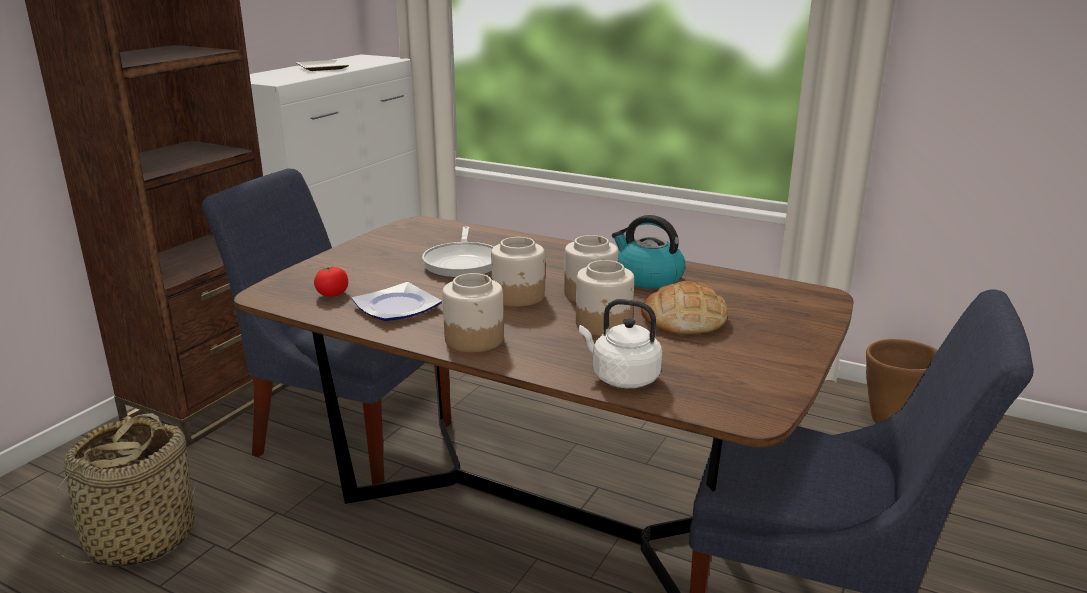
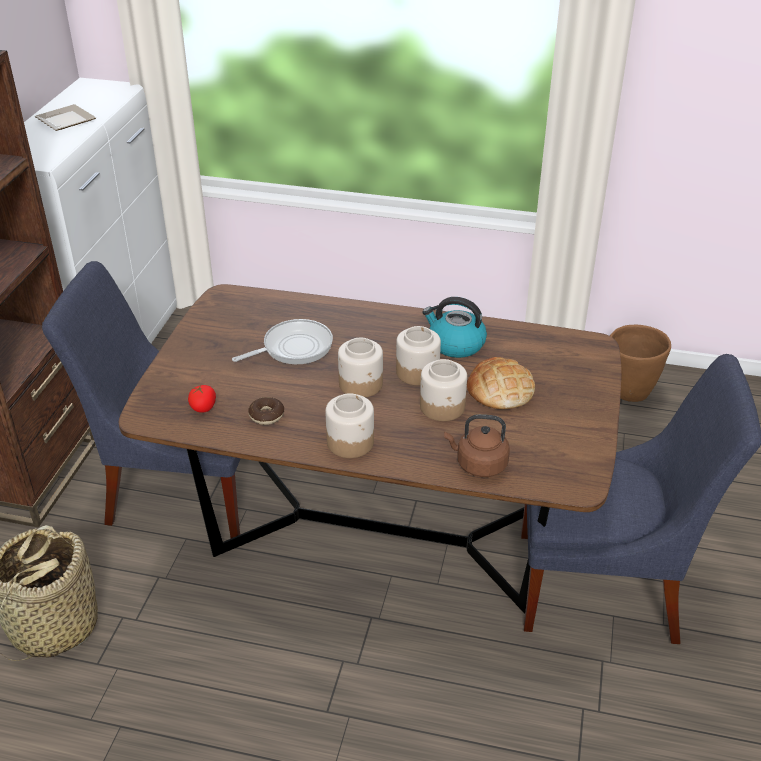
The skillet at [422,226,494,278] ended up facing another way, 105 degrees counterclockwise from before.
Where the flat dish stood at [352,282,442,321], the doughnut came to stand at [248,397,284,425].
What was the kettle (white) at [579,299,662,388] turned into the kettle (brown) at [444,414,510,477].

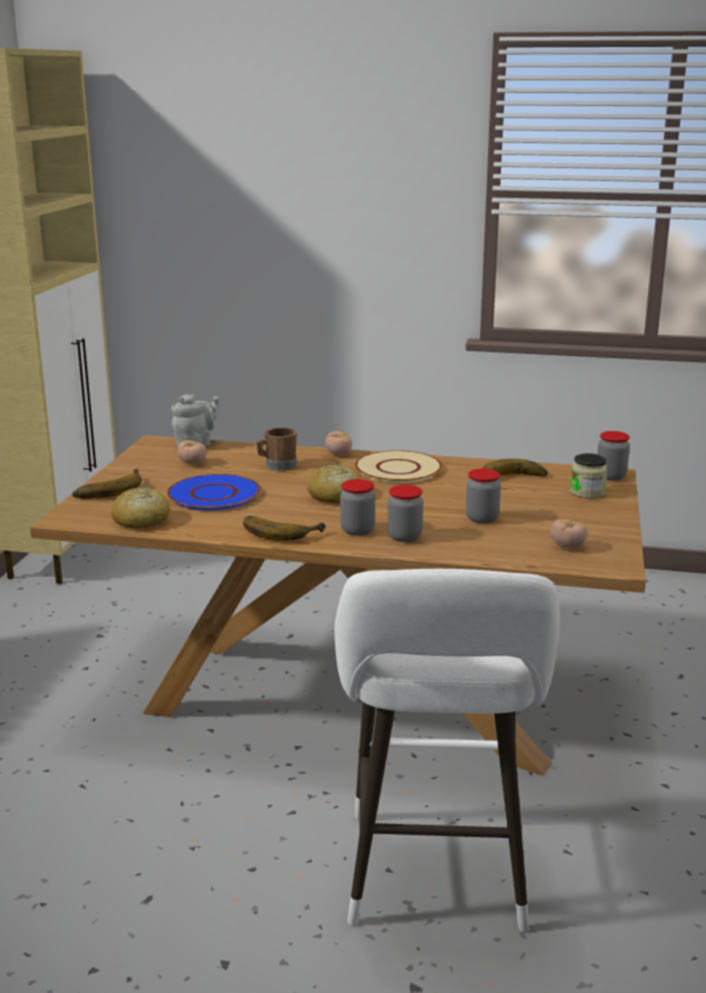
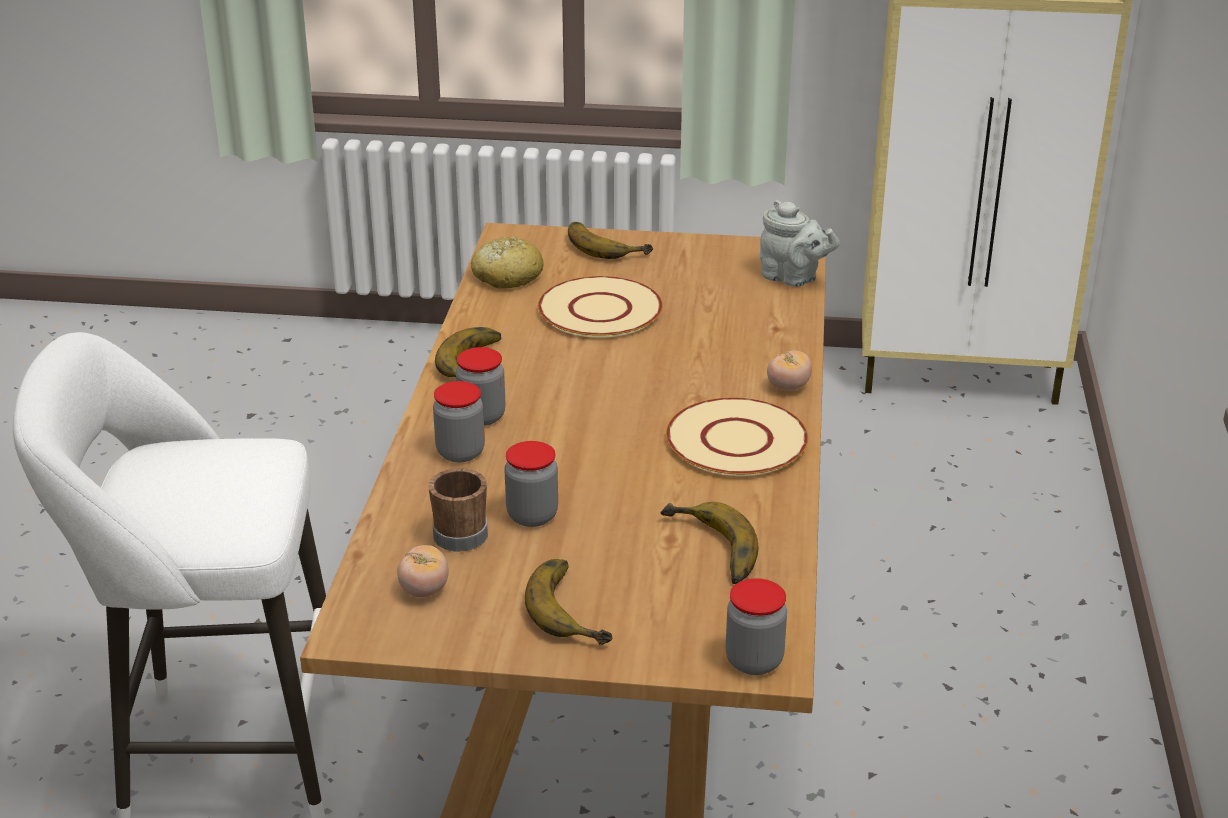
The tea mug (brown) ended up elsewhere, having gone from [256,427,297,471] to [429,468,488,552].
The second view lost the fresh tomato at [178,440,207,465].
The second view lost the storage jar at [570,453,608,499].
The second view lost the baked bread at [307,464,360,503].
What was the flat dish (blue) at [167,474,261,511] turned into the flat dish (beige-coloured) at [538,276,663,338].
The second view gained the banana at [525,559,612,645].

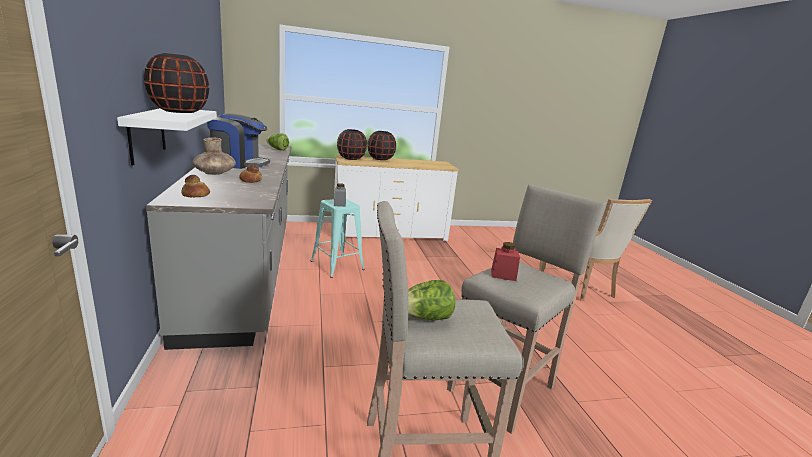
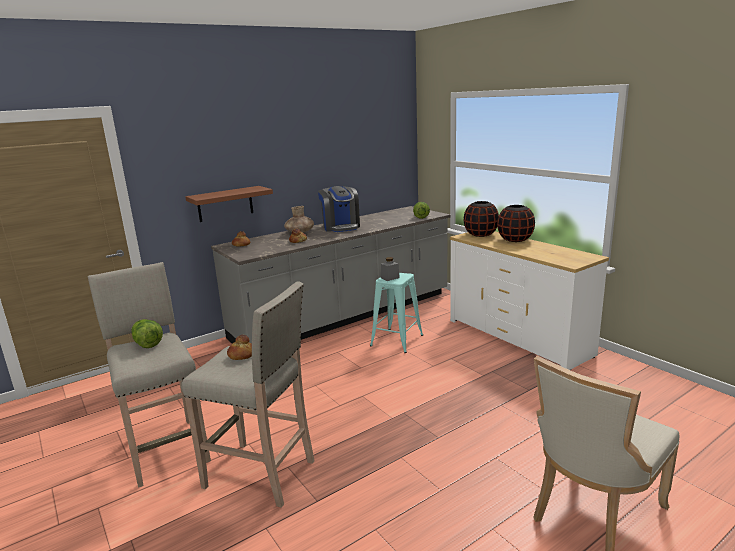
The second view lost the decorative vase (blackish) at [144,53,209,113].
What was the shelf (white) at [117,108,217,165] turned into the shelf (brown) at [185,186,273,222].
Where the storage jar (red-coloured) stood at [491,242,520,281], the baked bread came to stand at [227,335,252,360].

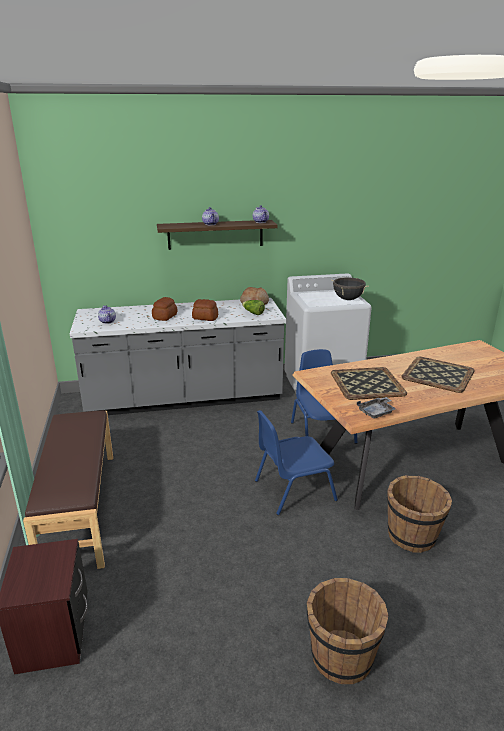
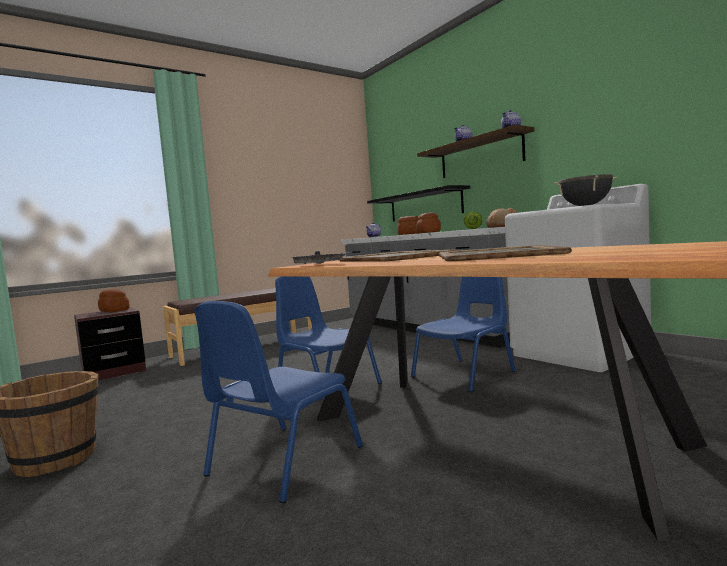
Where the pail (brown) stood at [387,475,452,553], the chair (blue) came to stand at [194,301,363,503].
The second view gained the shelf (blackish) at [367,185,470,222].
The second view gained the baked bread at [98,289,130,312].

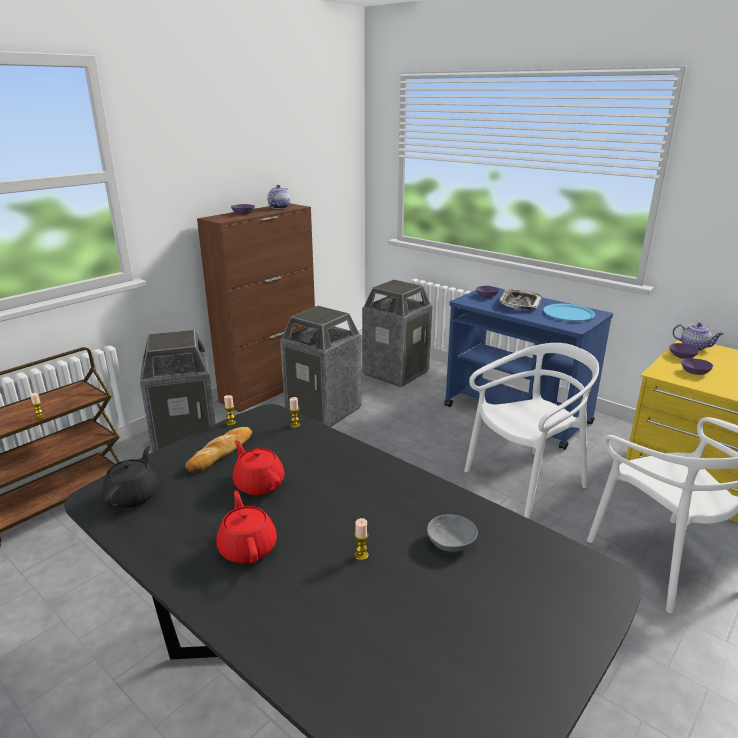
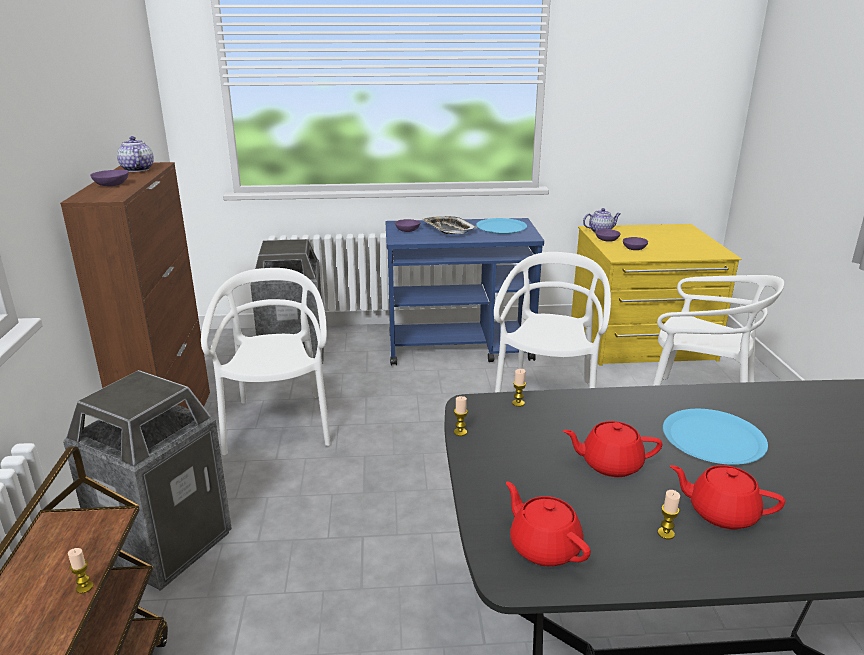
Where the waste bin stood at [280,306,362,427], the chair (white) came to stand at [201,268,331,455].
The second view lost the baked bread at [185,427,252,473].
What was the tea pot (blackish) at [102,446,158,508] turned into the tea pot (red-coloured) at [506,482,591,566].
The second view lost the serving bowl (gray) at [427,514,478,552].
The wax candle ended up elsewhere, having gone from [354,518,369,561] to [657,490,680,539].
The second view gained the flat dish (blue) at [663,409,768,465].

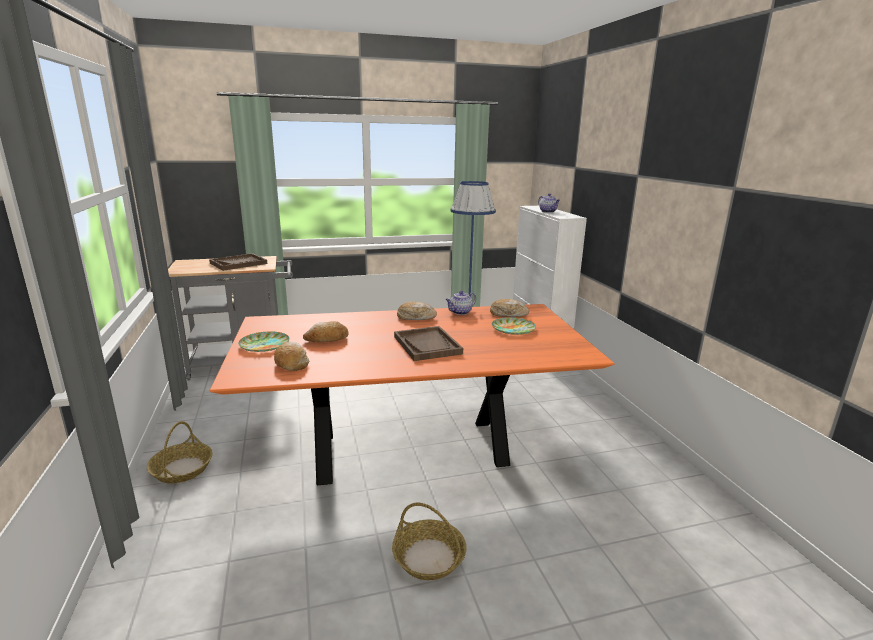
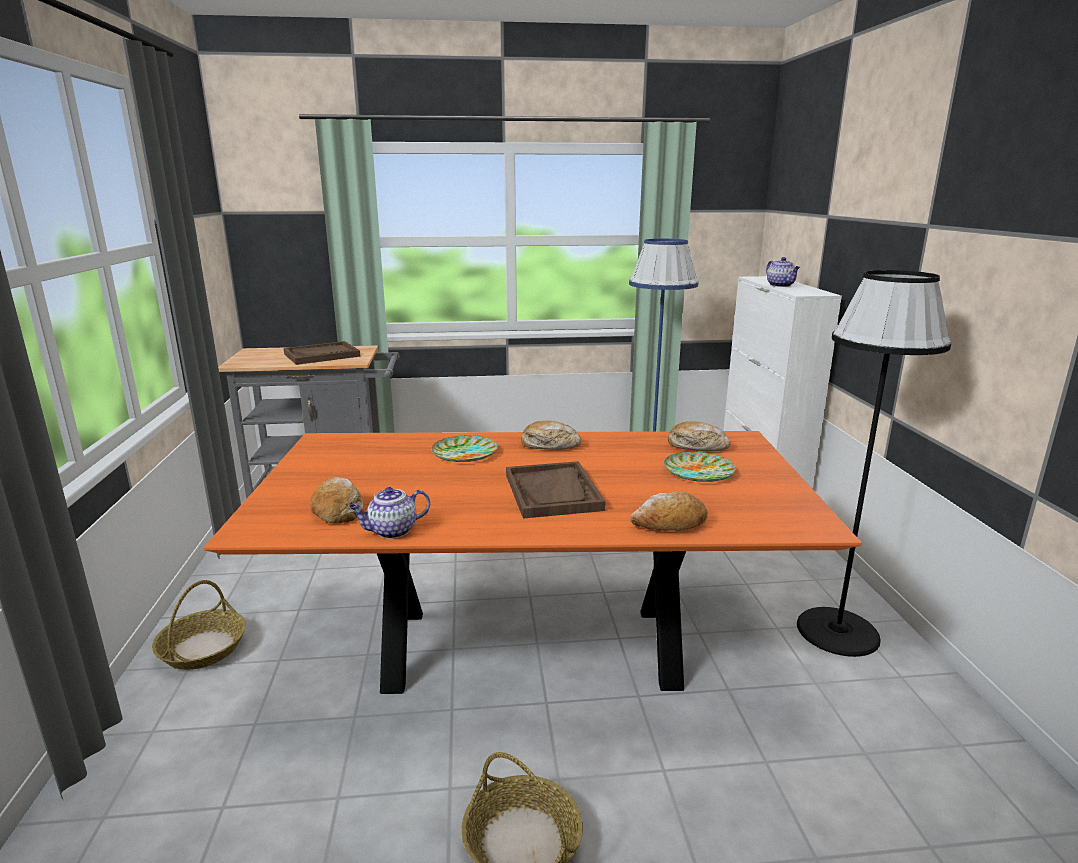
The tea pot ended up elsewhere, having gone from [446,291,476,315] to [349,487,430,539].
The baked bread ended up elsewhere, having gone from [303,321,349,342] to [630,491,708,531].
The flat dish ended up elsewhere, having gone from [238,331,290,352] to [431,435,498,462].
The second view gained the standing lamp (blackish) at [797,270,951,657].

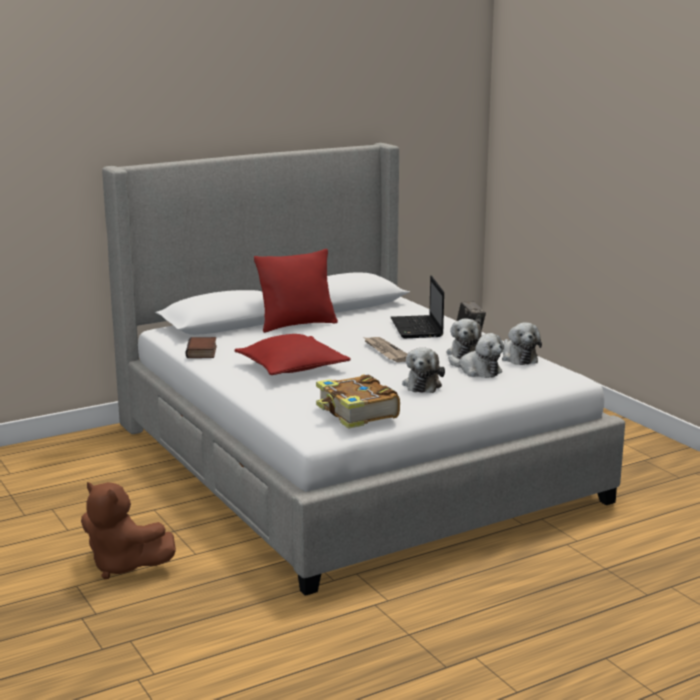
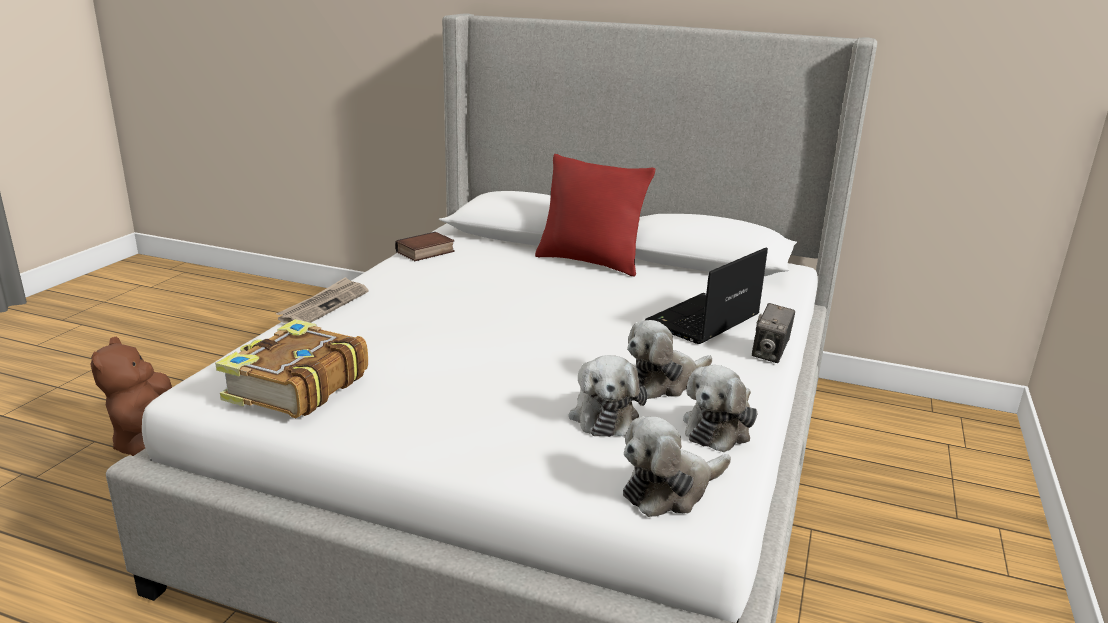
The second view lost the cushion (red-coloured) at [235,334,351,375].
The newspaper ended up elsewhere, having gone from [364,337,408,362] to [276,277,368,324].
The plush toy ended up elsewhere, having gone from [402,347,445,393] to [623,416,731,517].

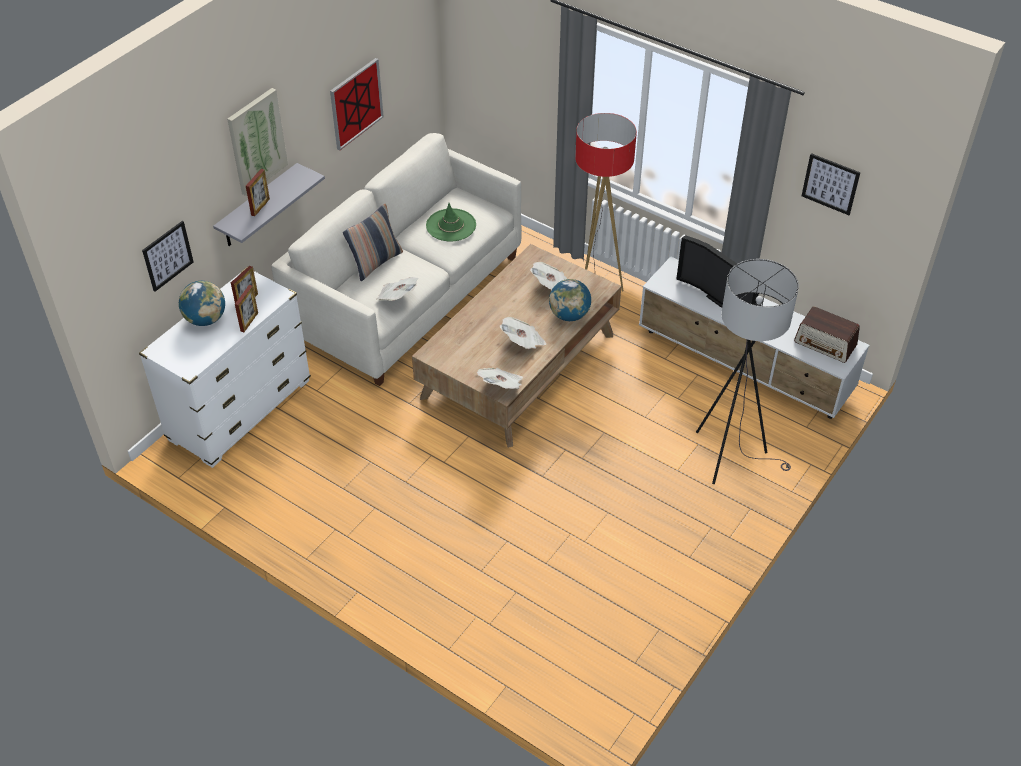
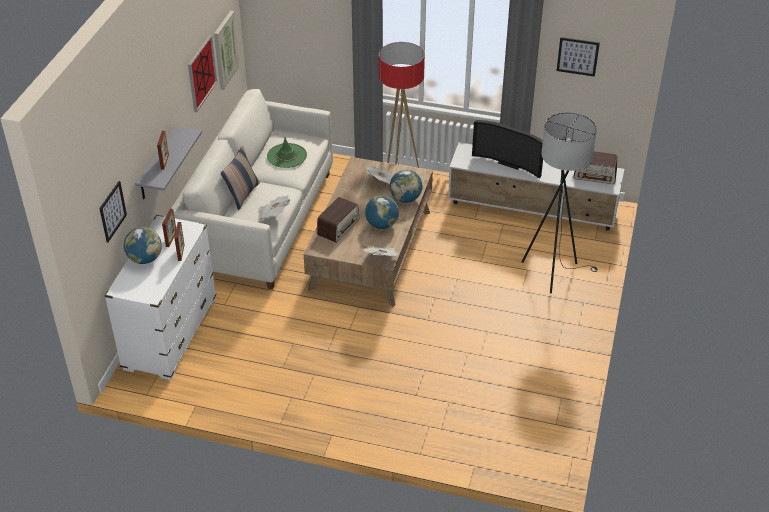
The picture ended up elsewhere, having gone from [227,88,288,196] to [214,11,240,90].
Where the newspaper stood at [499,317,547,349], the world globe came to stand at [365,195,399,229].
The second view gained the radio receiver at [317,197,359,243].

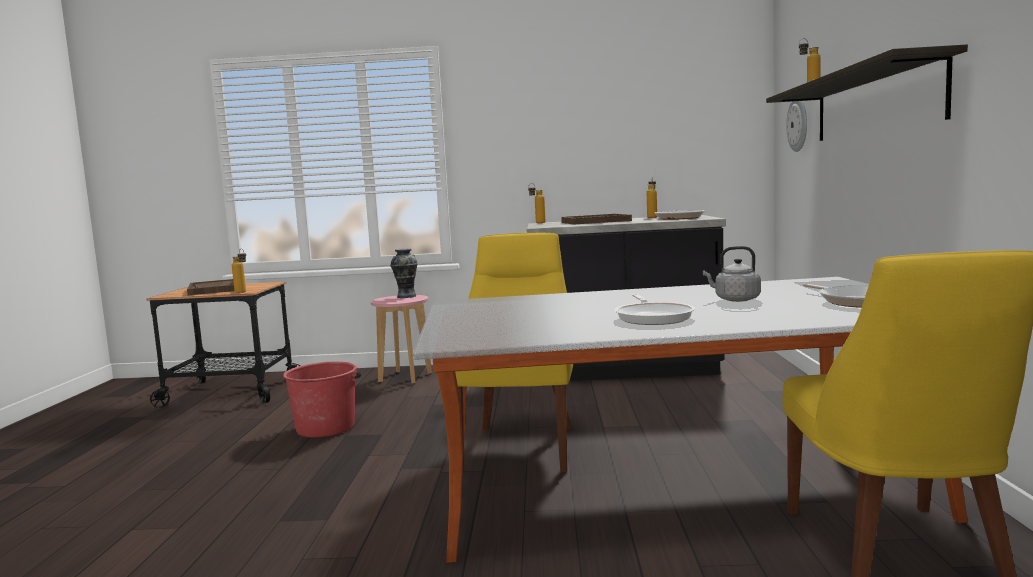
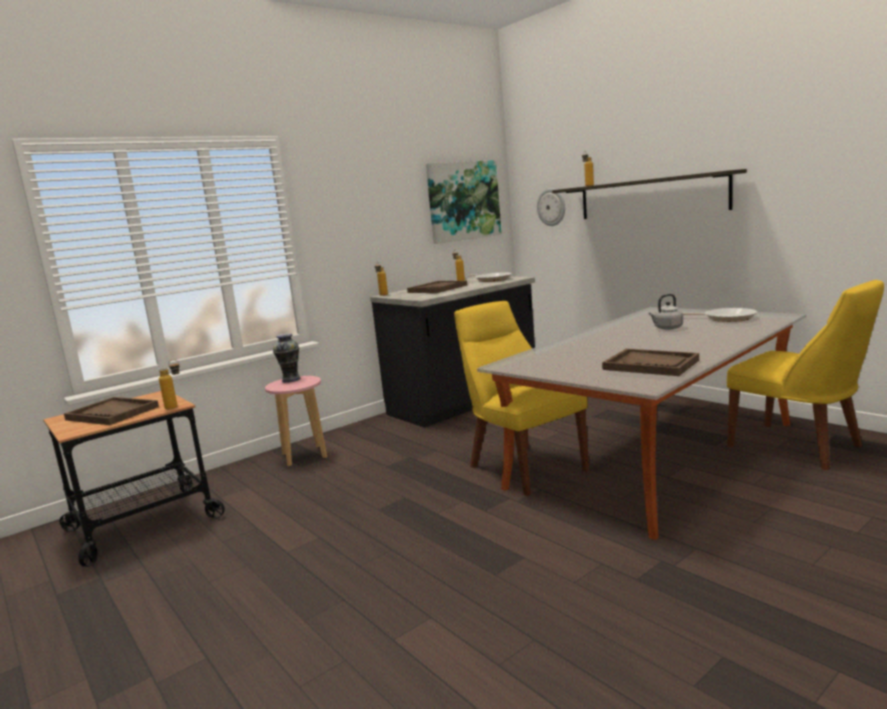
The second view lost the skillet at [615,294,695,325].
The second view lost the pail (red-coloured) at [283,361,361,437].
The second view gained the picture at [426,160,502,244].
The second view gained the serving tray (brown) at [602,349,699,376].

